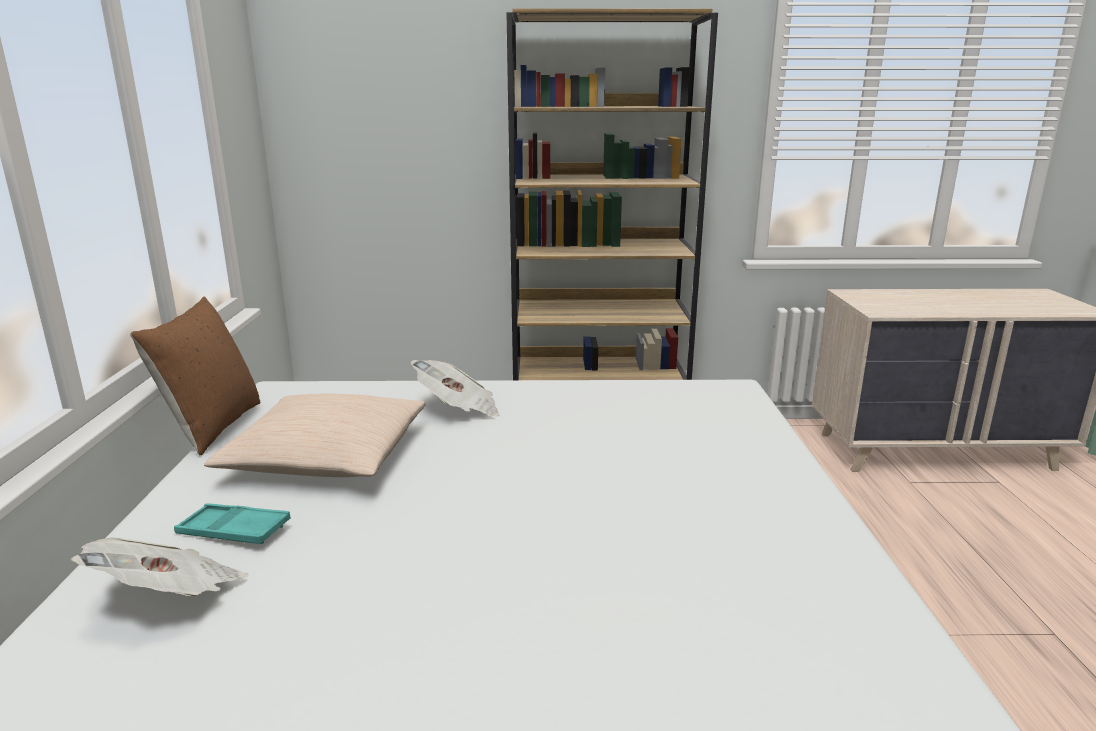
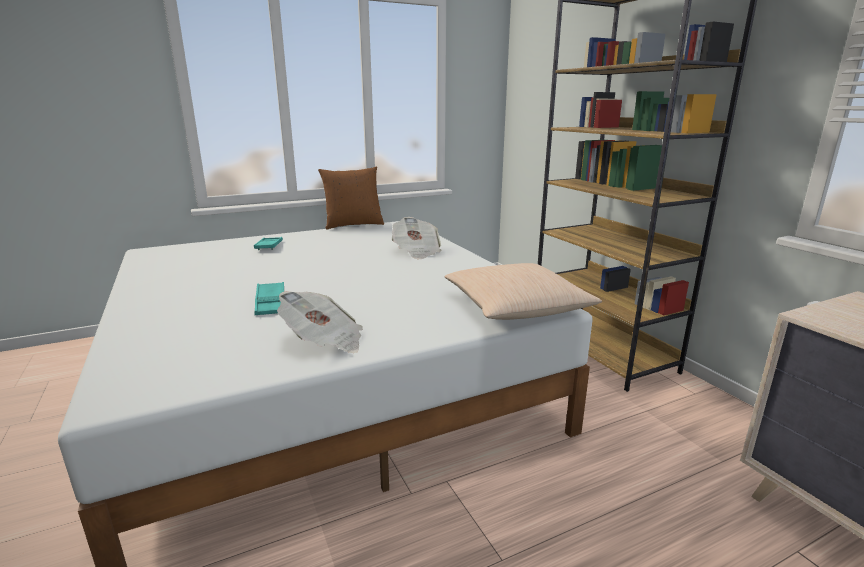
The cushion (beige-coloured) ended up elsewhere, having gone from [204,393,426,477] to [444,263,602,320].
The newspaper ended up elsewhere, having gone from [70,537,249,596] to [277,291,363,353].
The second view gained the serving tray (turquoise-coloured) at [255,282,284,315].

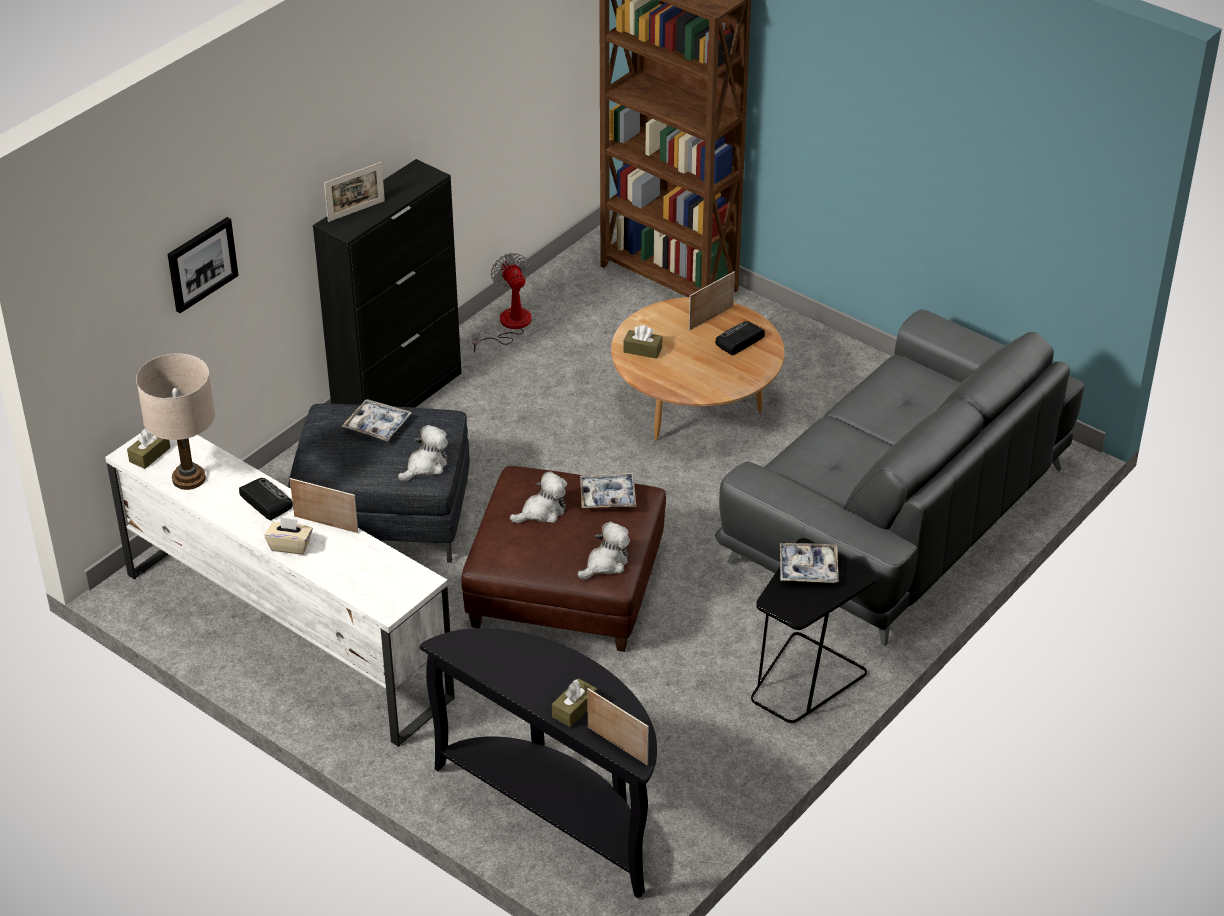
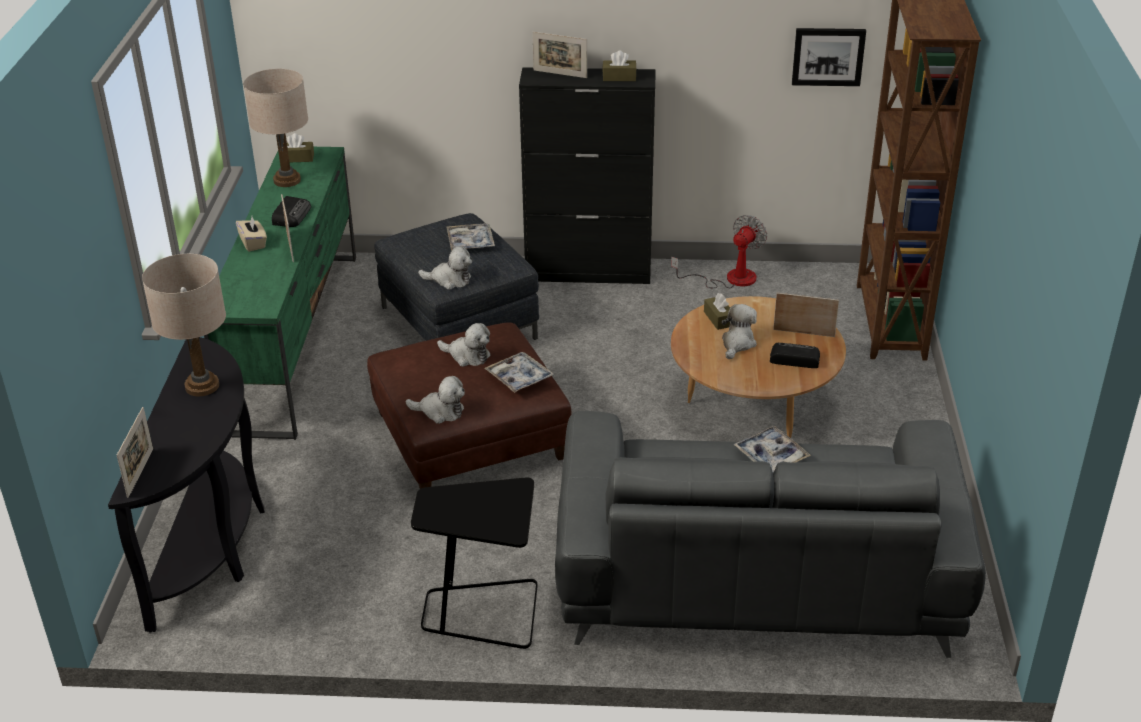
The picture ended up elsewhere, having gone from [168,217,239,313] to [792,28,866,86].
What was the tv unit (white) at [105,433,455,747] turned into the tv unit (green-coloured) at [204,147,356,440].
The serving tray ended up elsewhere, having gone from [780,543,839,583] to [733,426,811,473].
The tissue holder (brown) ended up elsewhere, having gone from [552,678,597,727] to [602,50,637,81].
The second view gained the table lamp (beige-coloured) at [142,254,226,396].
The second view gained the plush toy at [721,304,757,359].

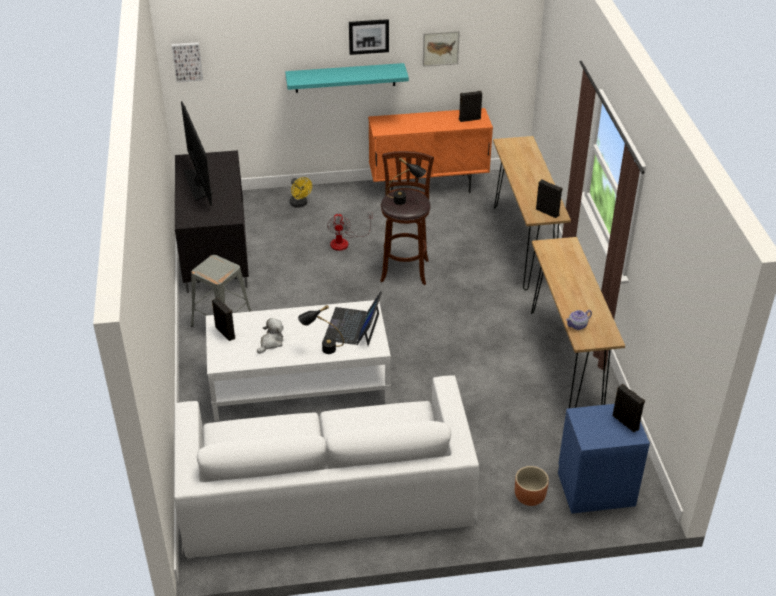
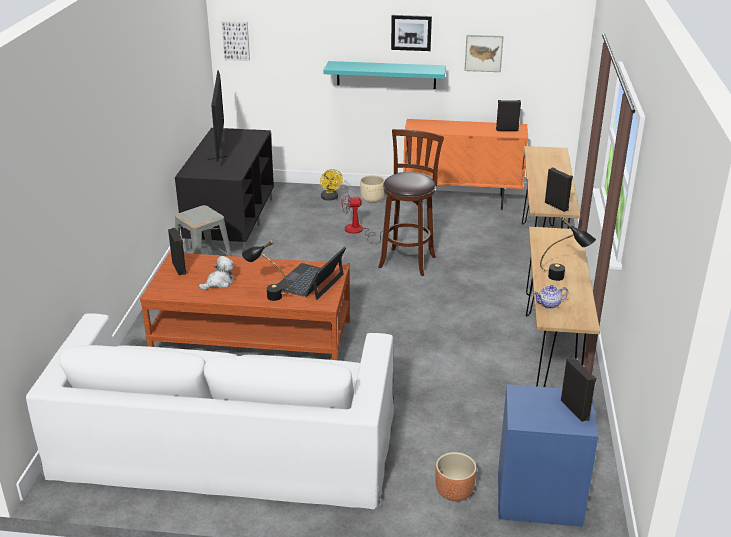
The table lamp (blackish) ended up elsewhere, having gone from [386,157,426,205] to [540,218,596,281].
The electric fan at [327,212,373,251] ended up facing another way, 75 degrees clockwise from before.
What was the low table (white) at [206,300,391,421] turned into the low table (brown) at [140,252,350,360].
The second view gained the planter (beige-coloured) at [360,175,384,203].

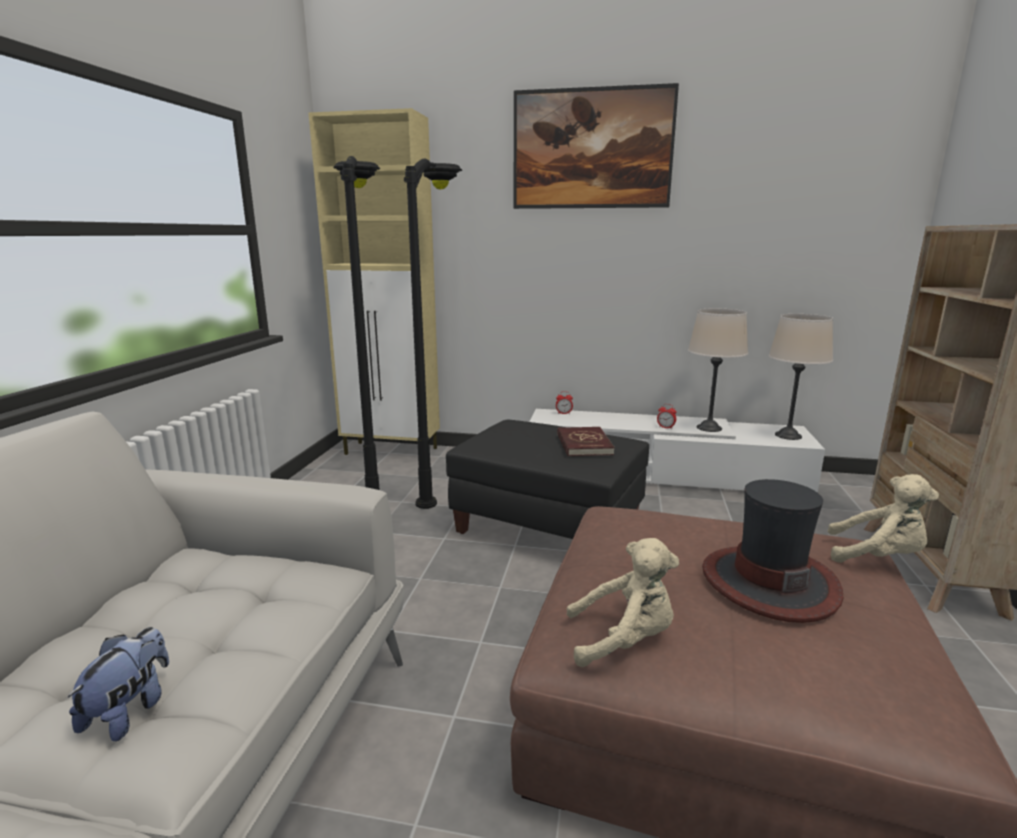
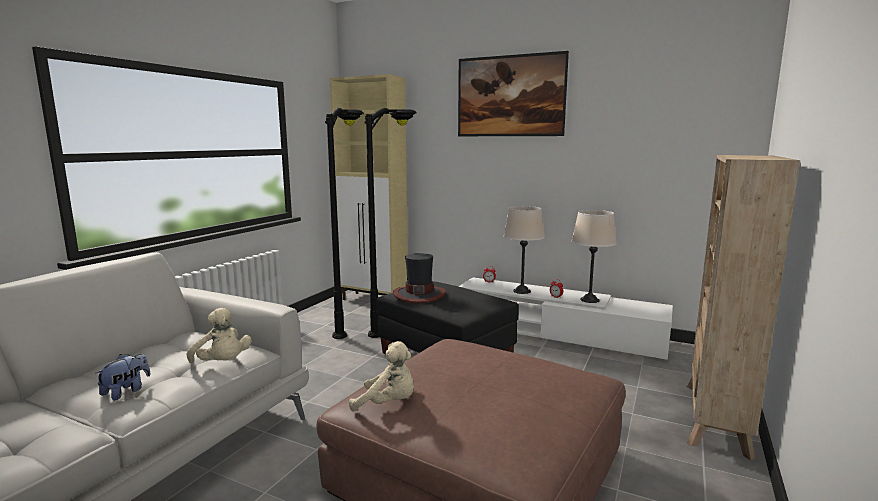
The table lamp (beige-coloured) ended up elsewhere, having gone from [768,314,833,440] to [504,206,545,294].
The second view lost the book (red-coloured) at [557,427,615,456].
The plush toy (beige-coloured) ended up elsewhere, having gone from [828,474,939,563] to [187,308,252,363].
The hat ended up elsewhere, having gone from [702,479,844,623] to [393,253,446,303].

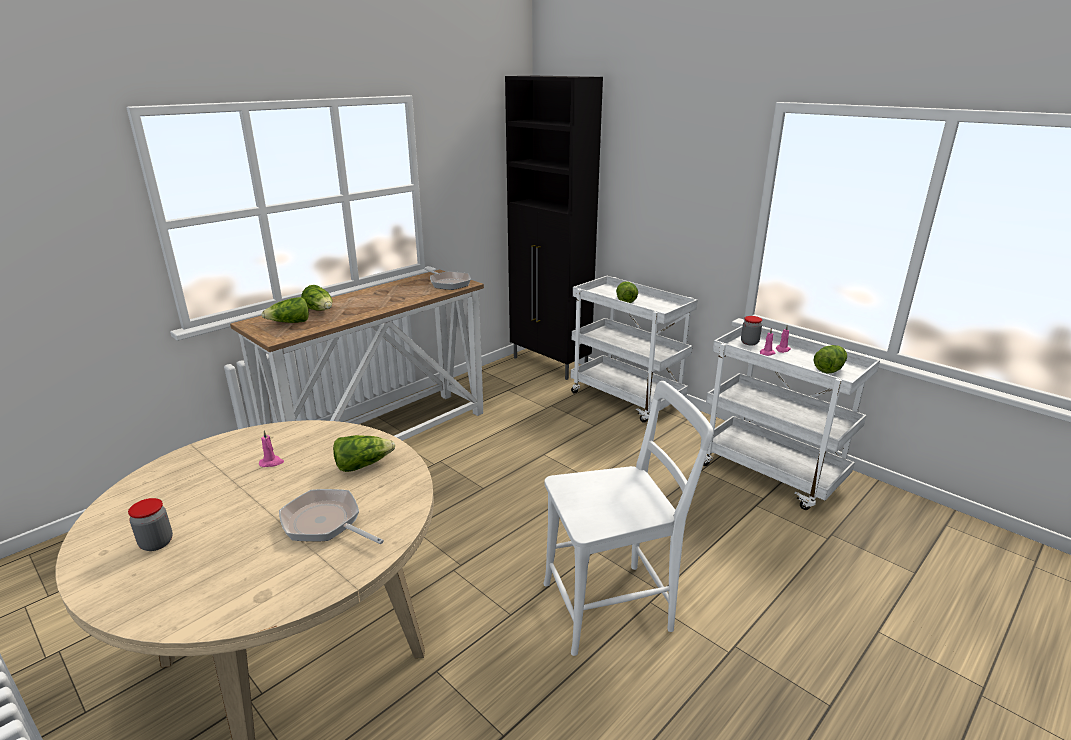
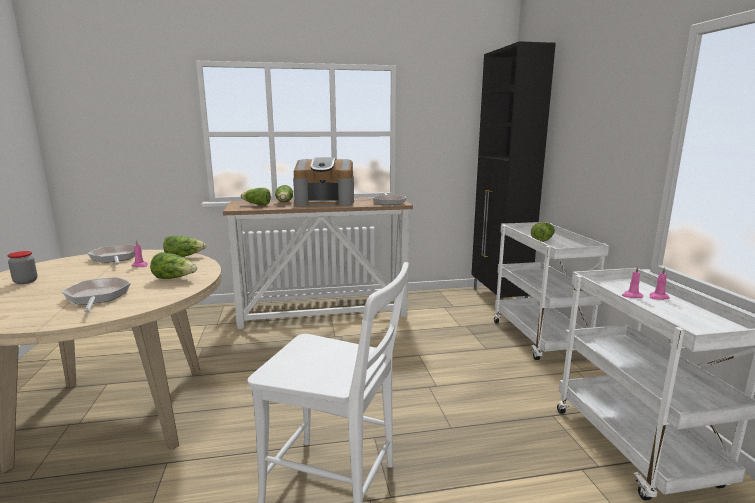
The second view lost the storage jar at [741,316,762,346].
The lettuce head ended up elsewhere, having gone from [813,345,847,374] to [163,236,206,257].
The second view gained the coffee machine at [293,157,354,206].
The second view gained the skillet at [88,244,135,265].

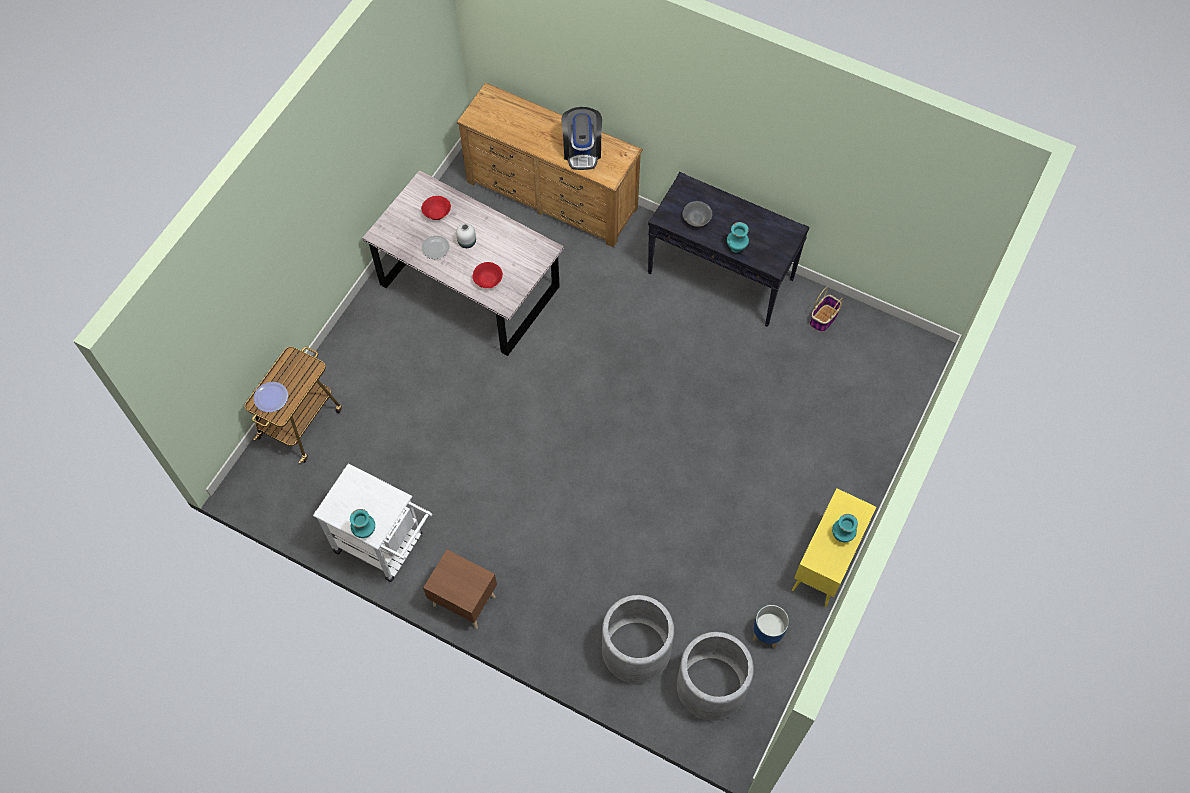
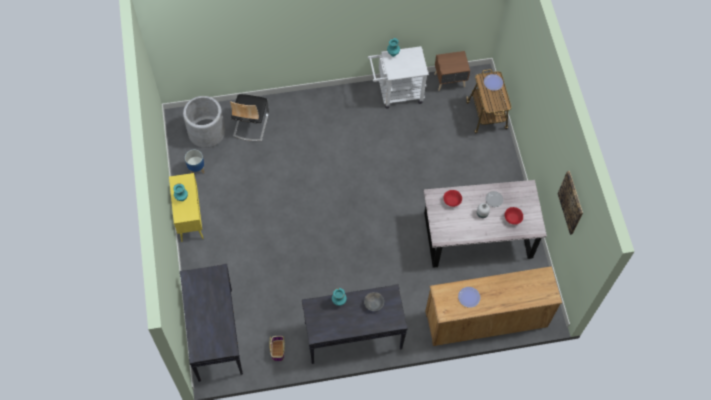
Where the coffee machine stood at [562,107,602,170], the flat dish came to stand at [458,287,480,308].
The night table (brown) ended up elsewhere, having gone from [423,550,497,629] to [434,51,470,91].
Where the planter (gray) stood at [602,595,674,684], the chair came to stand at [230,94,269,141].
The second view gained the picture at [558,171,583,235].
The second view gained the narrow table (blackish) at [180,264,243,382].

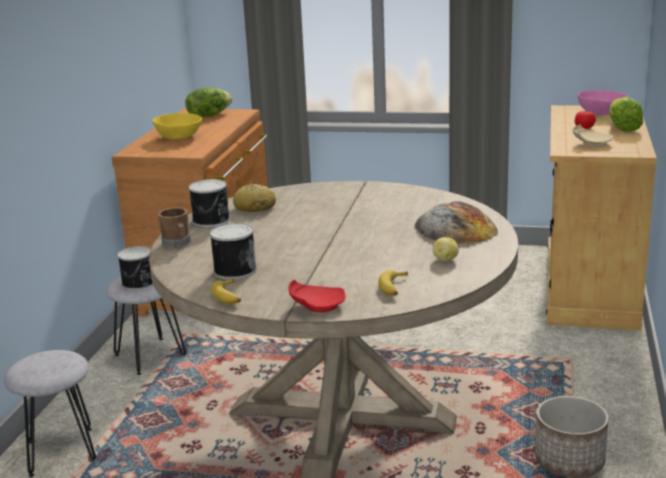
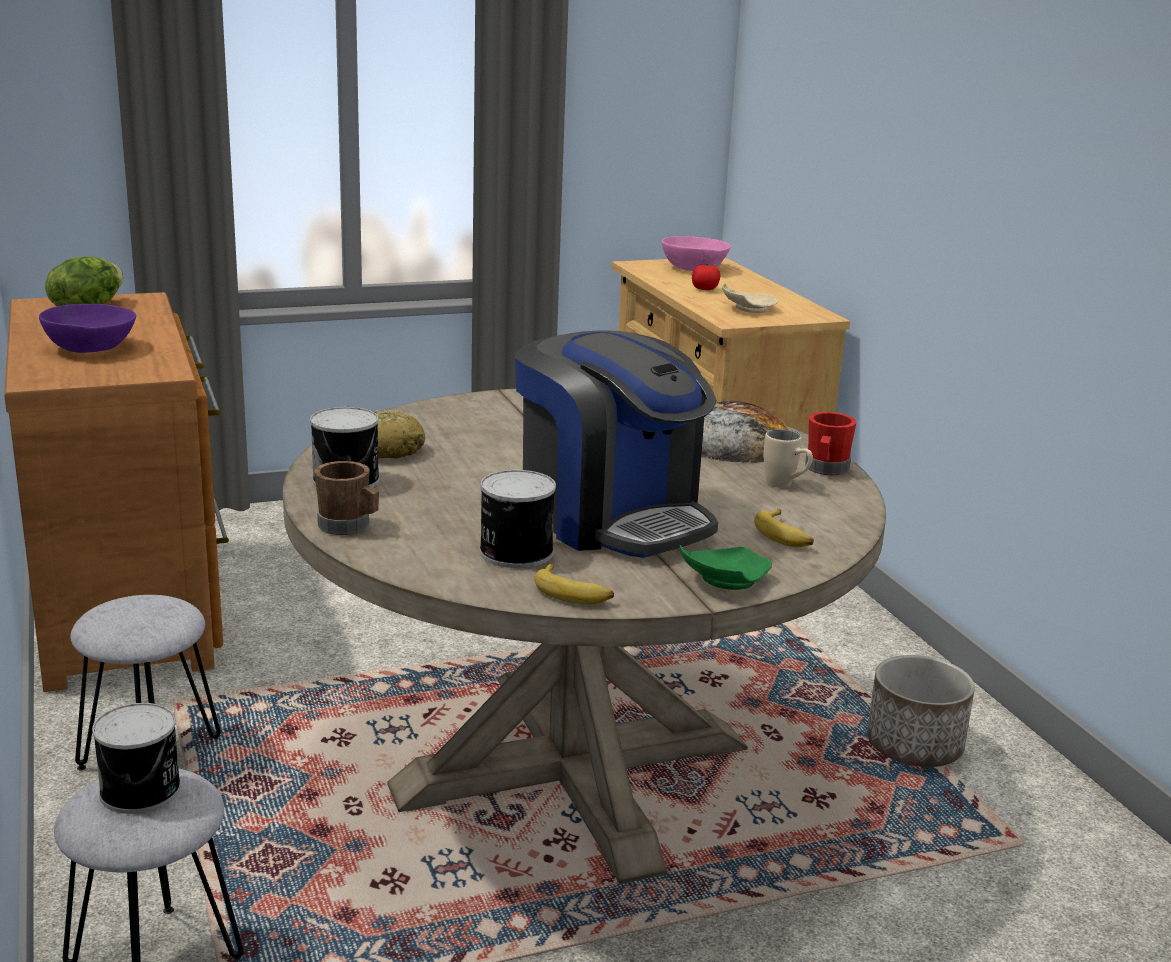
The second view lost the lettuce head at [609,97,643,132].
What was the serving bowl (yellow-coloured) at [153,113,202,139] turned into the serving bowl (purple-coloured) at [39,304,136,353].
Where the potato stood at [433,237,459,261], the tea mug (beige-coloured) came to stand at [764,429,813,488].
The metal can ended up elsewhere, having gone from [118,246,153,290] to [92,703,181,814].
What was the flat dish (red-coloured) at [288,279,346,312] turned into the flat dish (green-coloured) at [679,545,772,590].
The second view gained the coffee machine at [515,330,718,558].
The second view gained the tea mug (red-coloured) at [805,412,856,475].

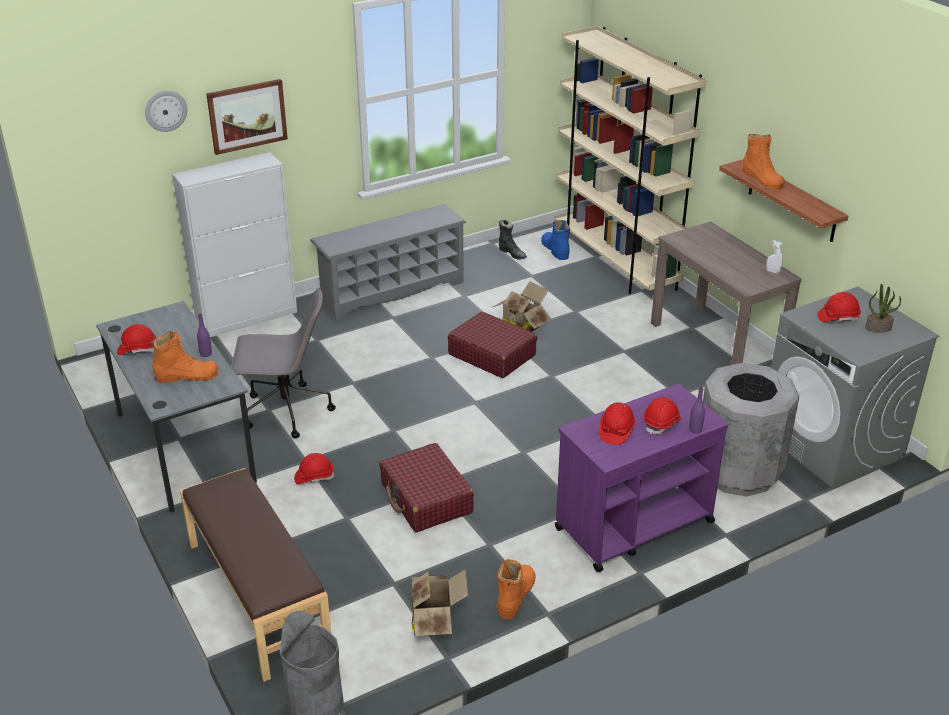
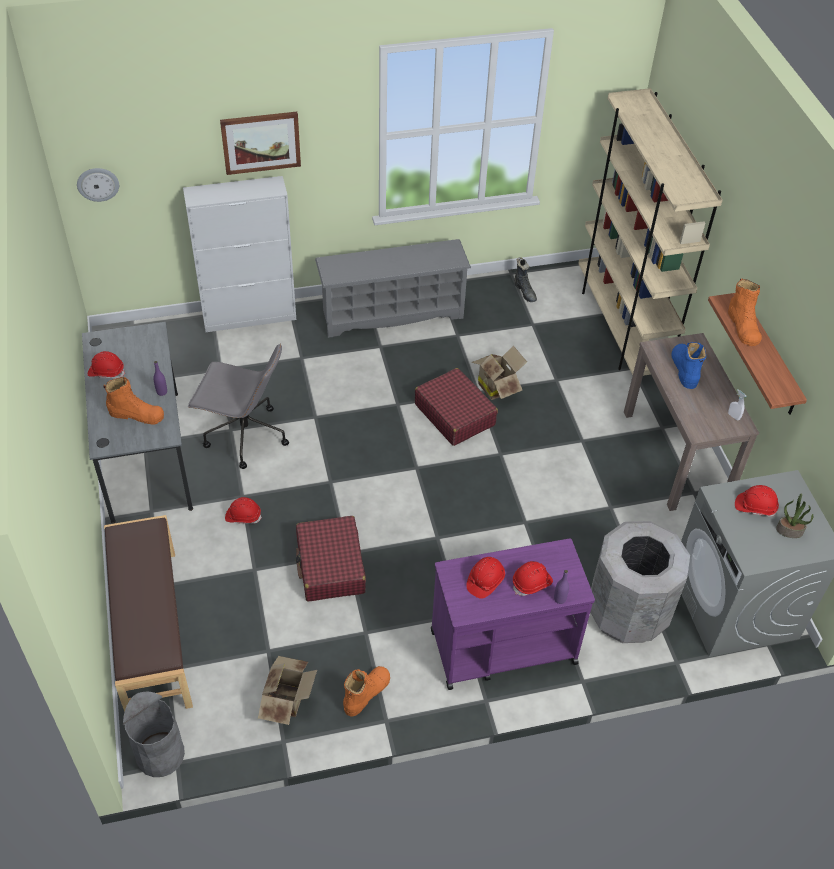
The hanging clock ended up elsewhere, having gone from [145,91,187,132] to [77,168,119,202].
The boot (blue) ended up elsewhere, having gone from [541,220,570,260] to [671,342,706,389].

